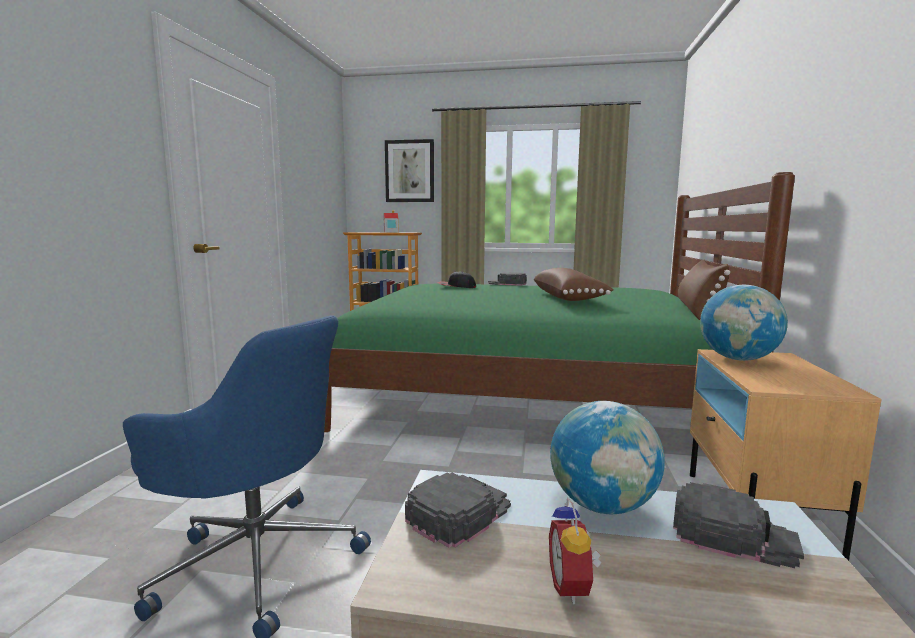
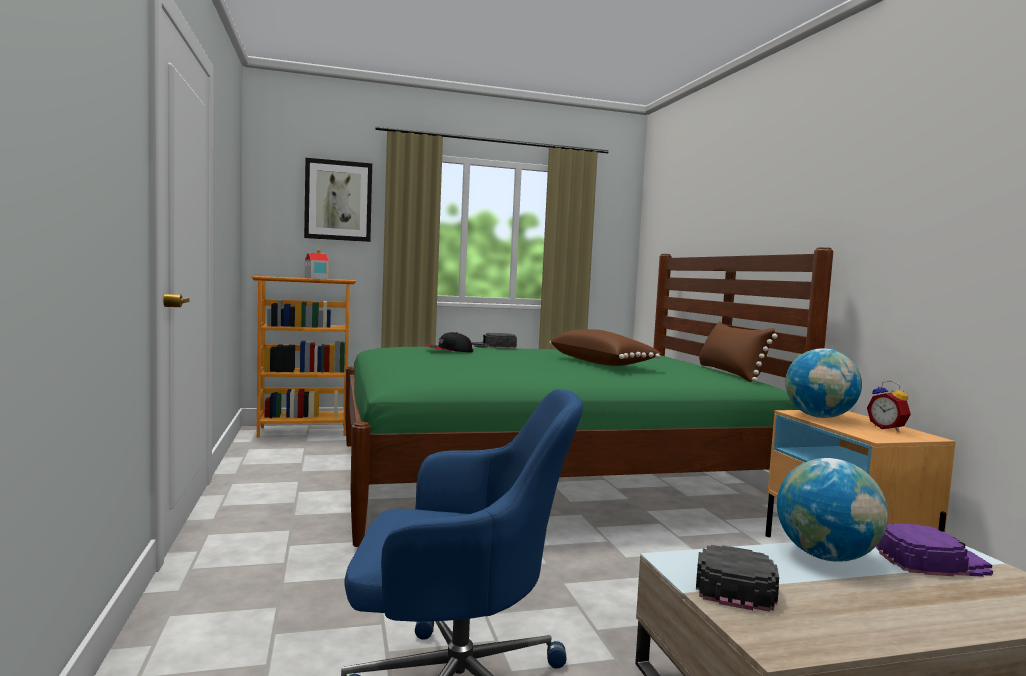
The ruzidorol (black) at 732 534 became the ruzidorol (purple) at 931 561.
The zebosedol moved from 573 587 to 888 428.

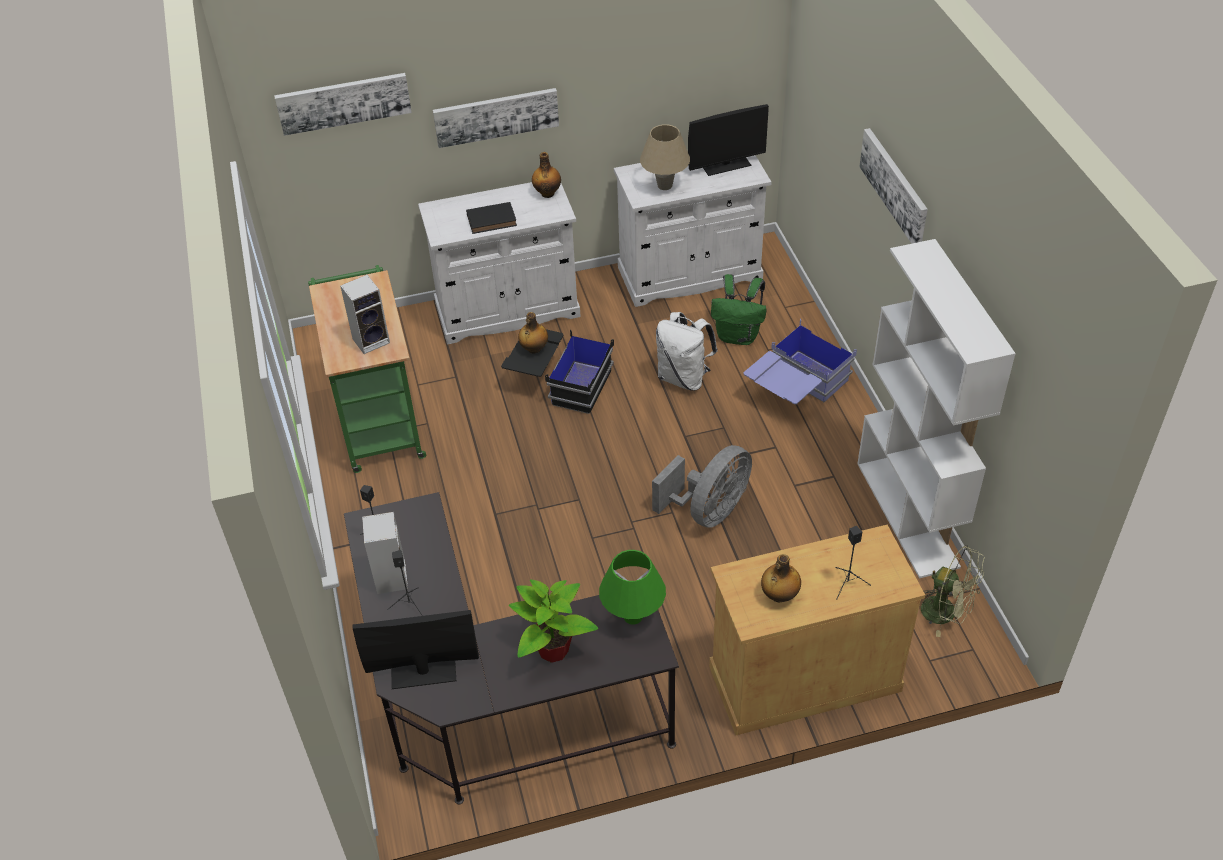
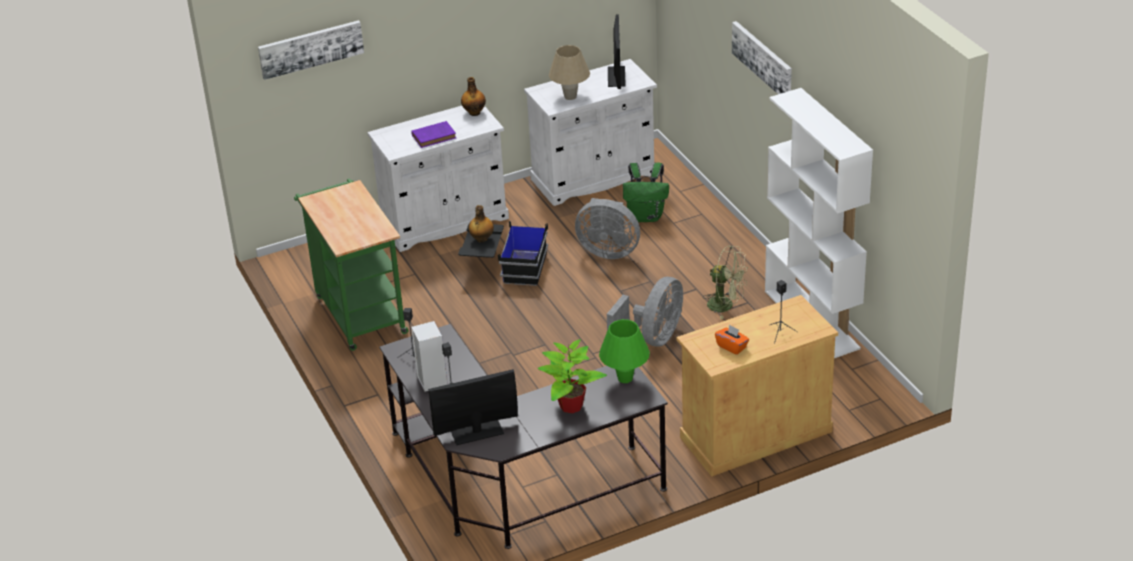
The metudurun at 496 116 disappeared.
The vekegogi at 725 165 turned 60 degrees counterclockwise.
The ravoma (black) at 493 220 became the ravoma (purple) at 435 136.
The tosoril at 372 340 disappeared.
The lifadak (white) at 684 377 was replaced by the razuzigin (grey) at 608 251.
The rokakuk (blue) at 795 390 disappeared.
The razuzigin (green) moved from 946 613 to 726 305.
The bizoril at 779 596 was replaced by the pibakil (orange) at 732 347.

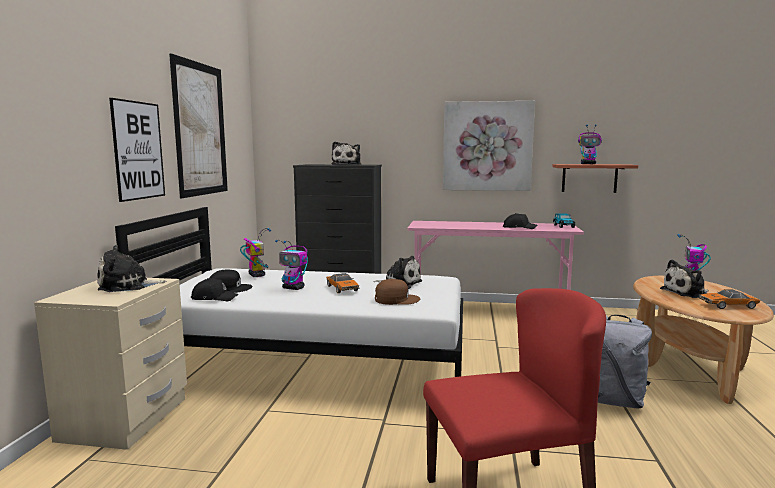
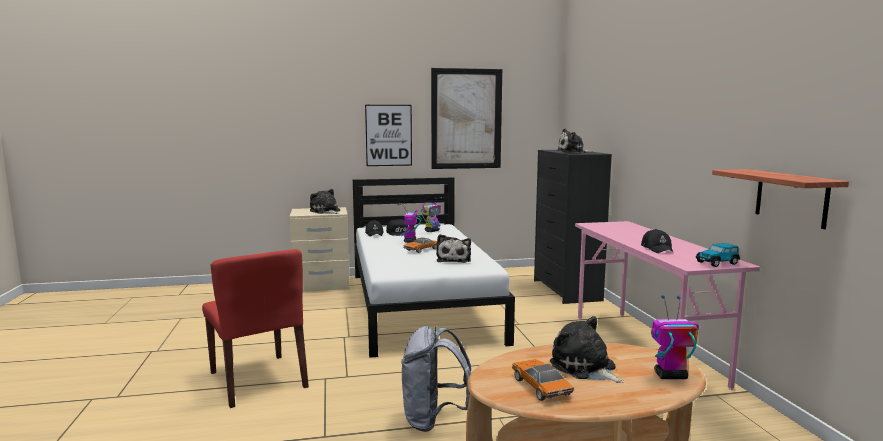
The metudurun at 487 146 disappeared.
The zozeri at 588 164 disappeared.
The ruzidorol (brown) at 396 299 disappeared.

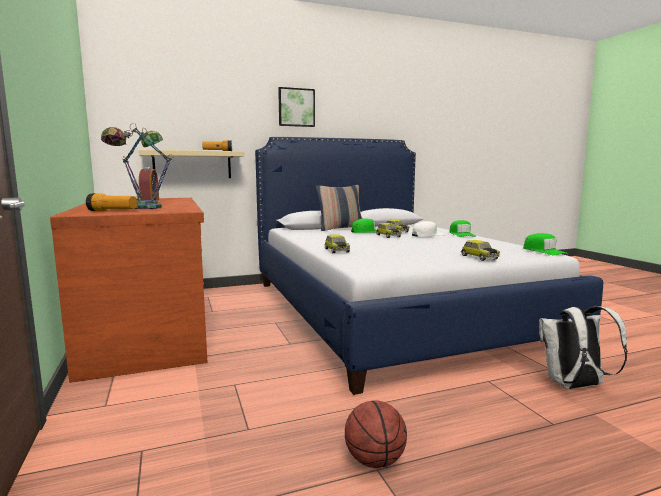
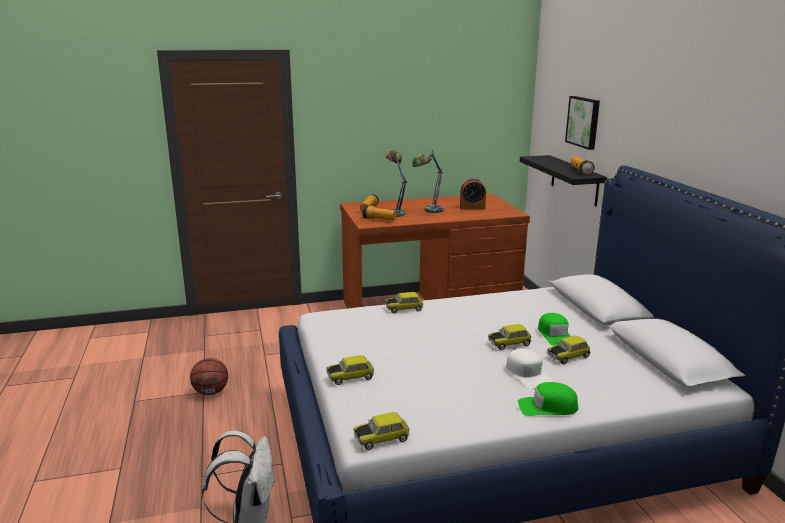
The metudurun moved from 296 107 to 584 122.
The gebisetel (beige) at 192 165 became the gebisetel (black) at 574 180.
The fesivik at 340 229 disappeared.
The ruzidorol (green) at 544 251 was replaced by the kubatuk at 381 438.
The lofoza at 379 219 appeared.

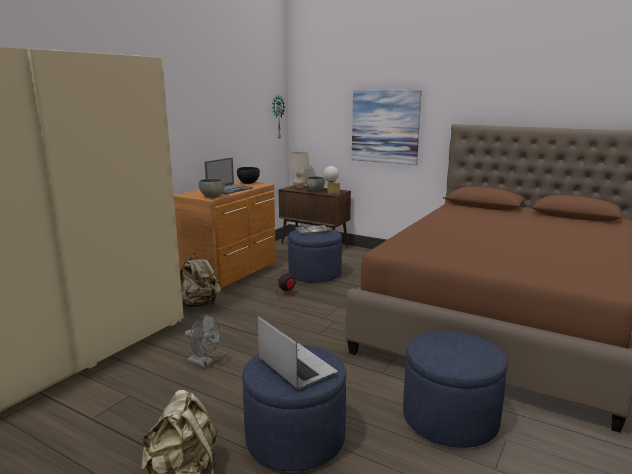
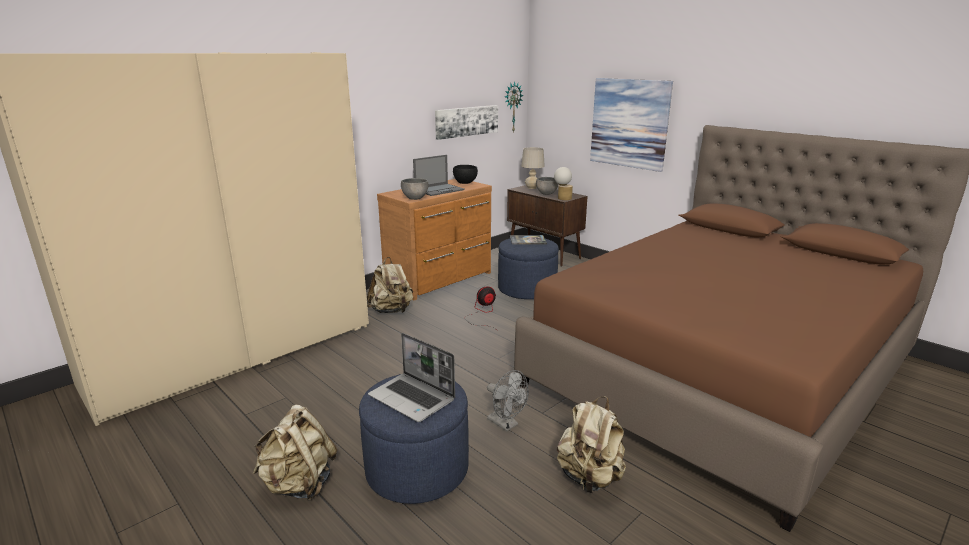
The razuzigin (grey) moved from 204 363 to 506 424.
The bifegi at 295 367 turned 150 degrees clockwise.
The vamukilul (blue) at 450 419 was replaced by the lifadak (beige) at 590 477.
The metudurun at 466 121 appeared.

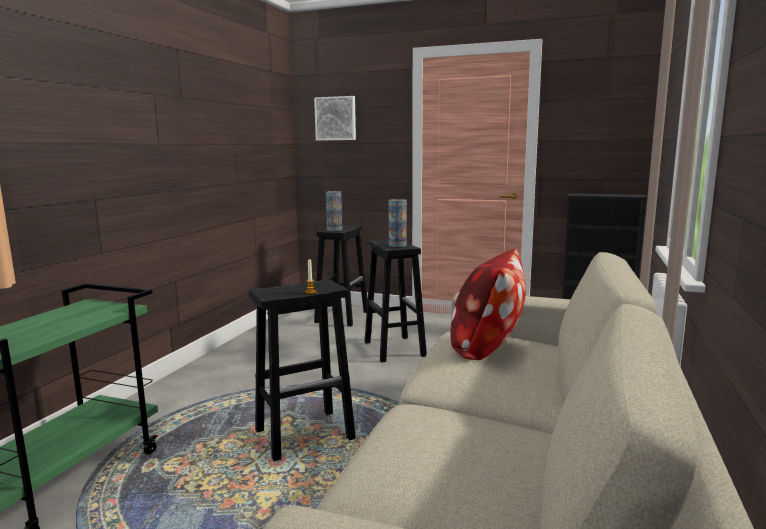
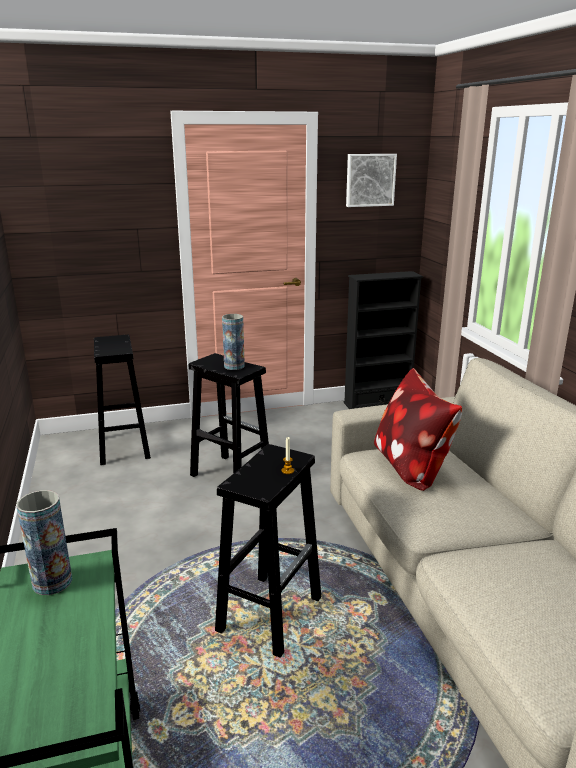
The metudurun moved from 336 118 to 370 180.
The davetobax moved from 334 230 to 52 582.

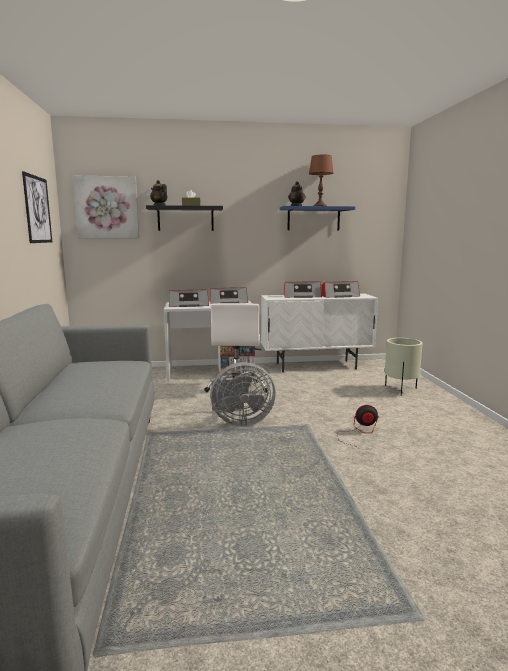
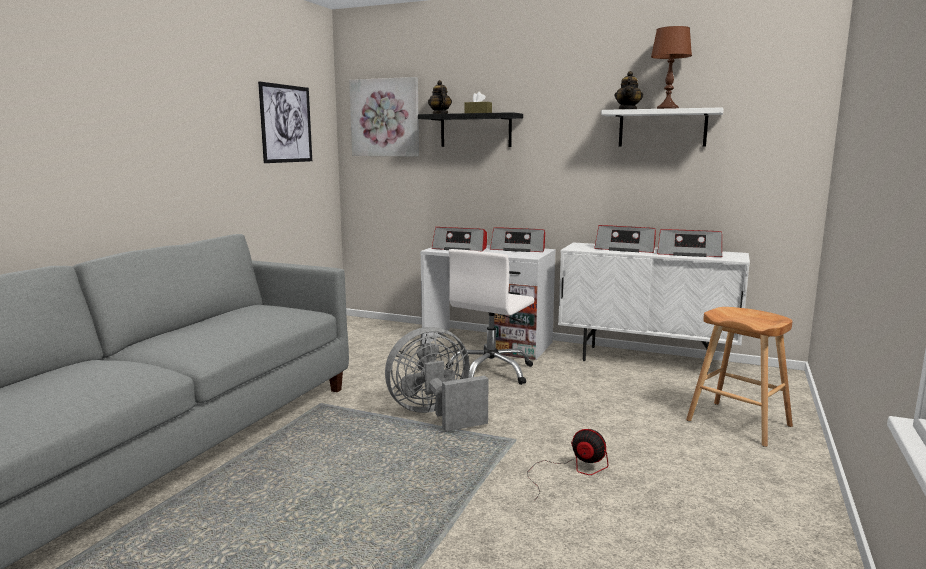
The gebisetel (blue) at 313 218 became the gebisetel (white) at 662 128.
The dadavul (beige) at 400 390 was replaced by the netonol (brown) at 738 423.
The razuzigin (grey) at 239 421 turned 135 degrees clockwise.

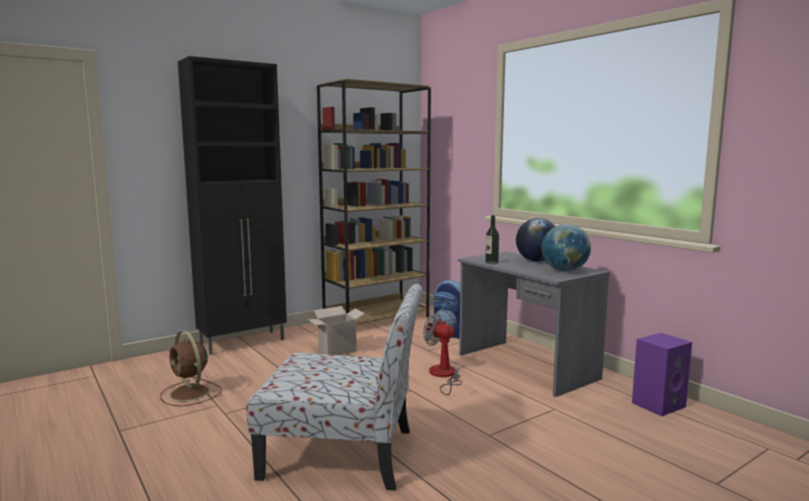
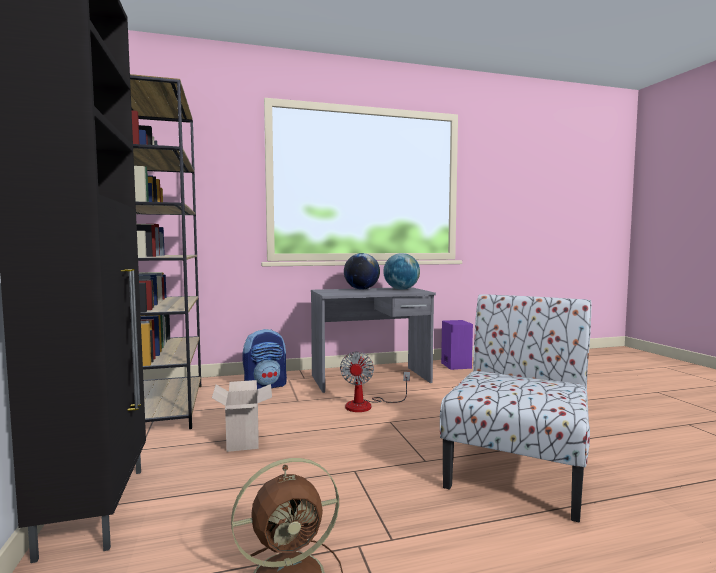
The bizoril at 491 262 disappeared.
The razuzigin at 444 376 turned 45 degrees counterclockwise.

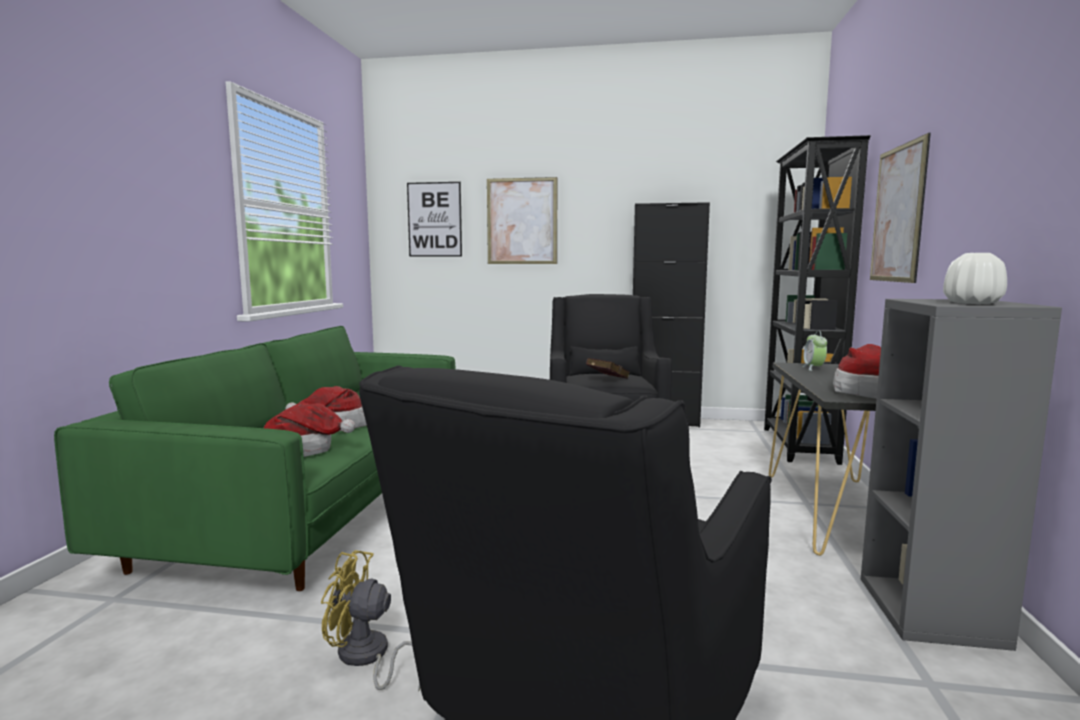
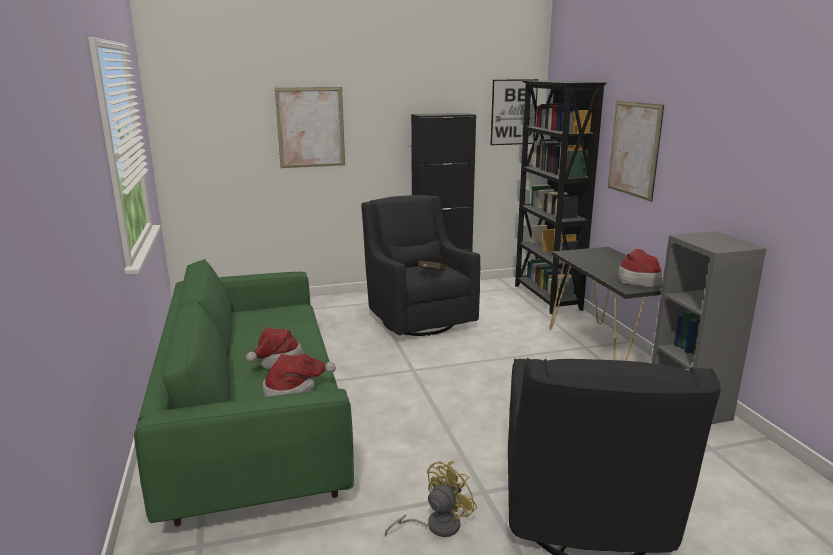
The metudurun moved from 434 219 to 513 112.
The davetobax (white) at 972 303 disappeared.
The zebosedol at 813 368 disappeared.
The razuzigin (yellow) at 366 658 turned 150 degrees clockwise.

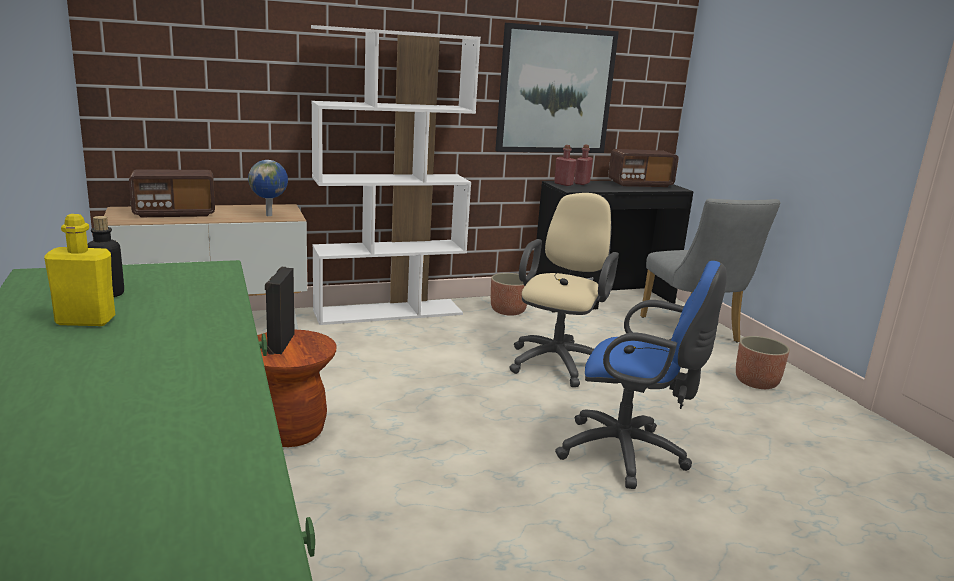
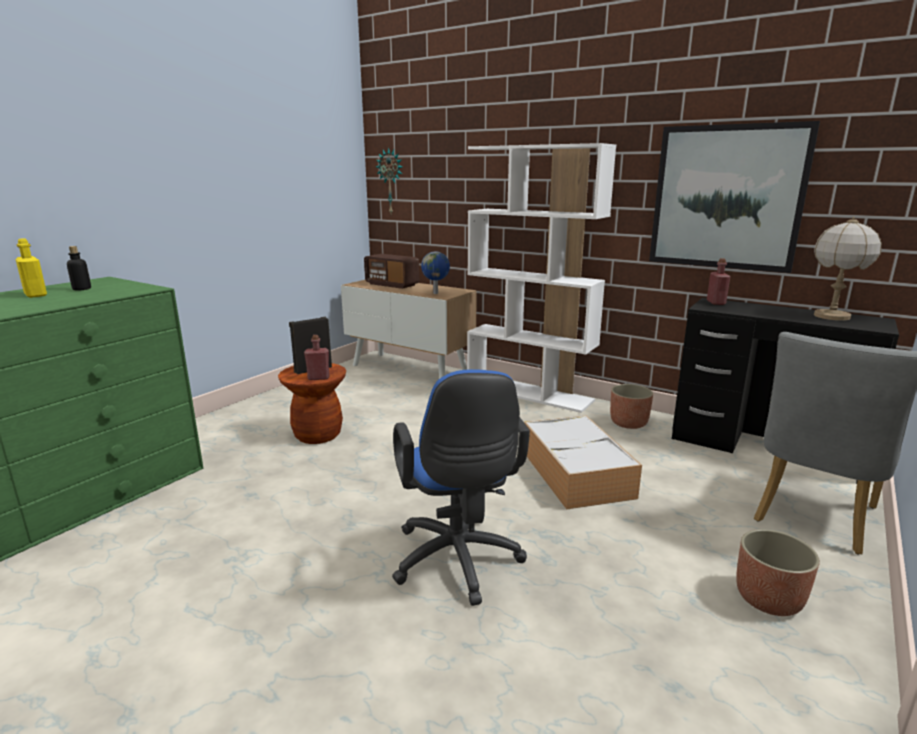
The bizoril (red) moved from 581 183 to 318 378.
The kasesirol at 640 184 was replaced by the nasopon at 832 316.
The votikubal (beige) at 558 361 was replaced by the rokakuk at 577 474.
The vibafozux at 391 181 appeared.

